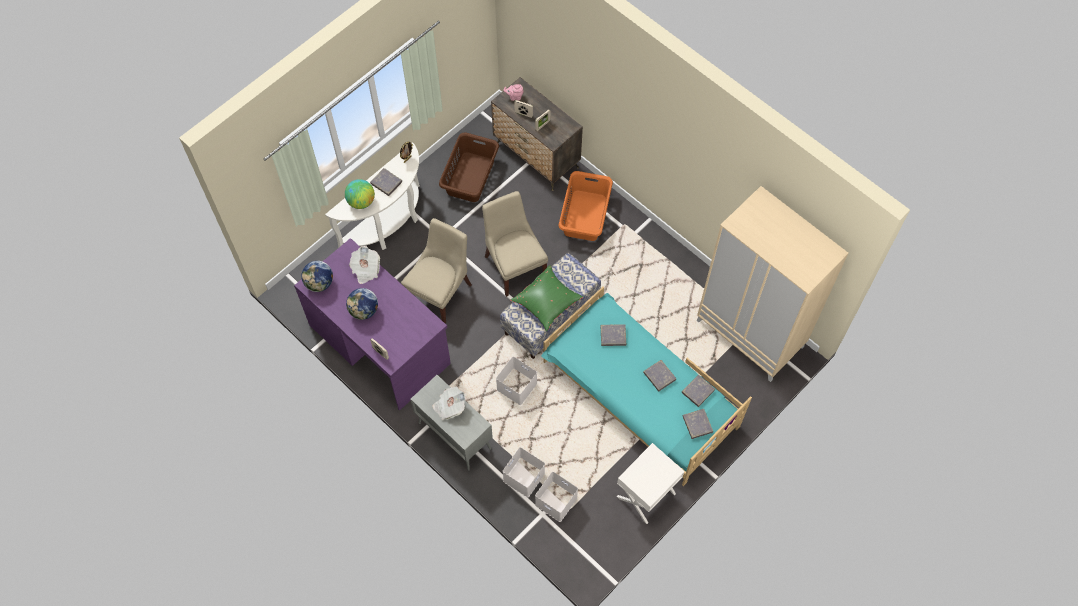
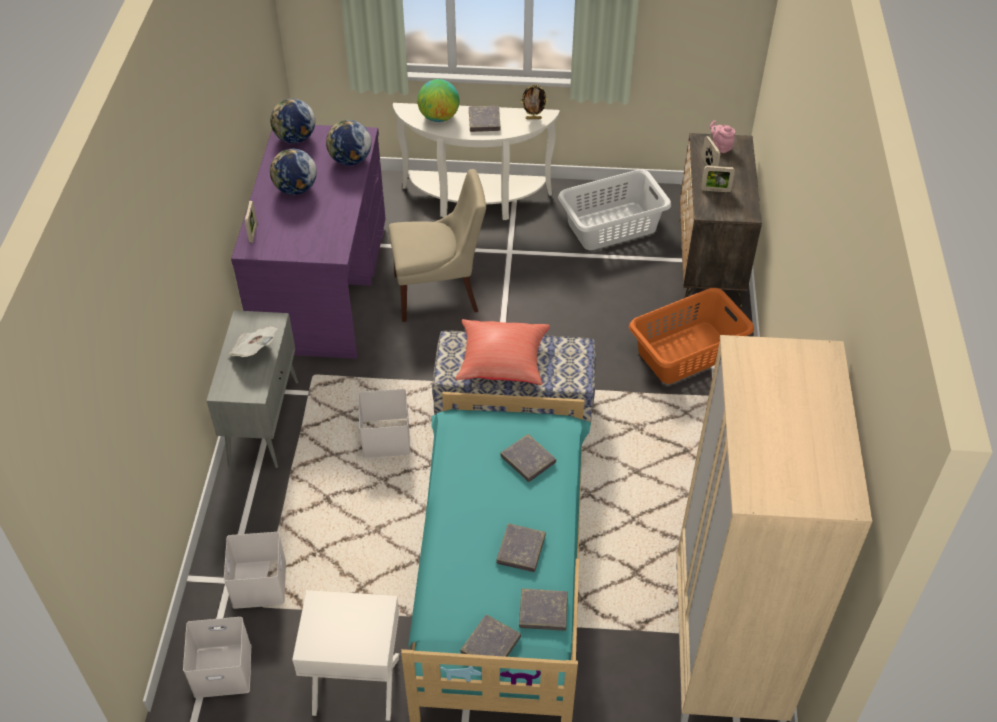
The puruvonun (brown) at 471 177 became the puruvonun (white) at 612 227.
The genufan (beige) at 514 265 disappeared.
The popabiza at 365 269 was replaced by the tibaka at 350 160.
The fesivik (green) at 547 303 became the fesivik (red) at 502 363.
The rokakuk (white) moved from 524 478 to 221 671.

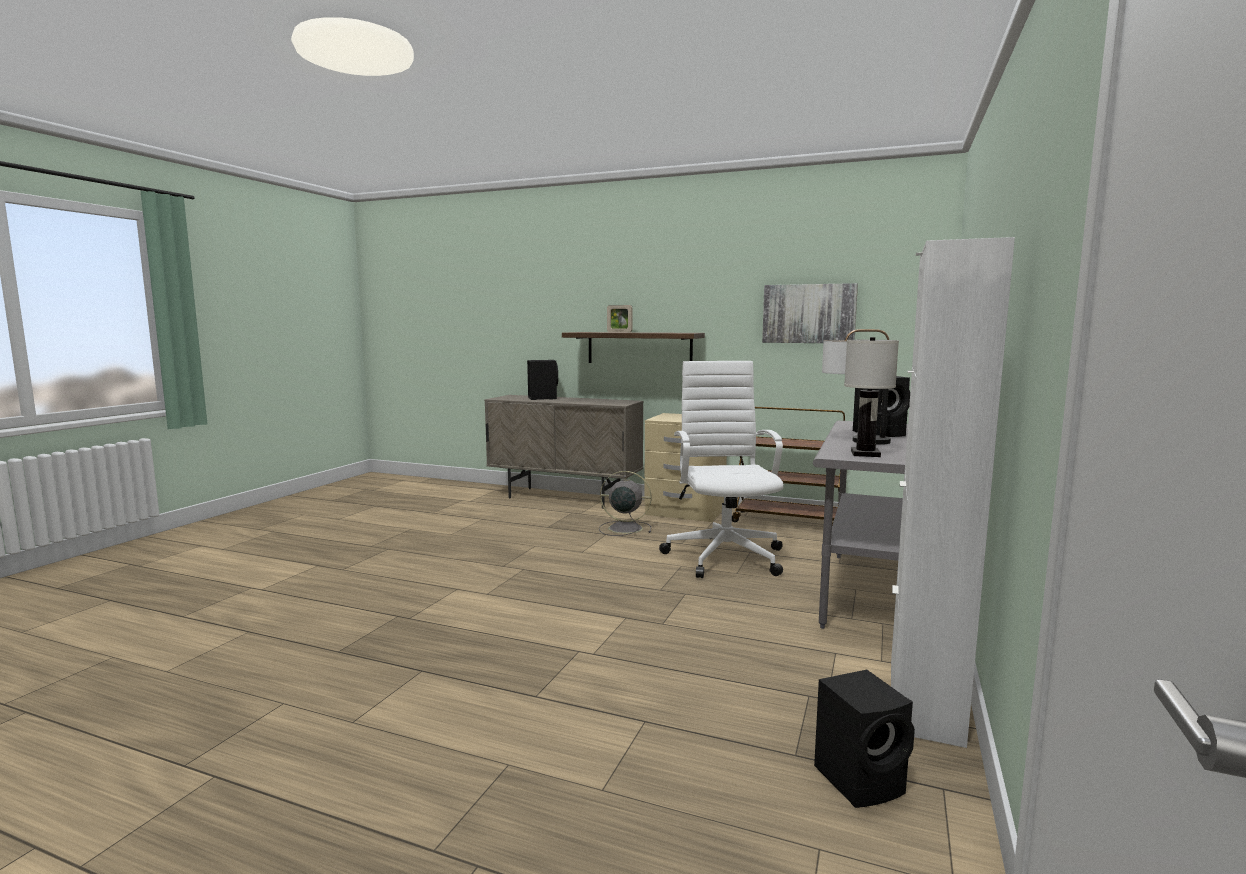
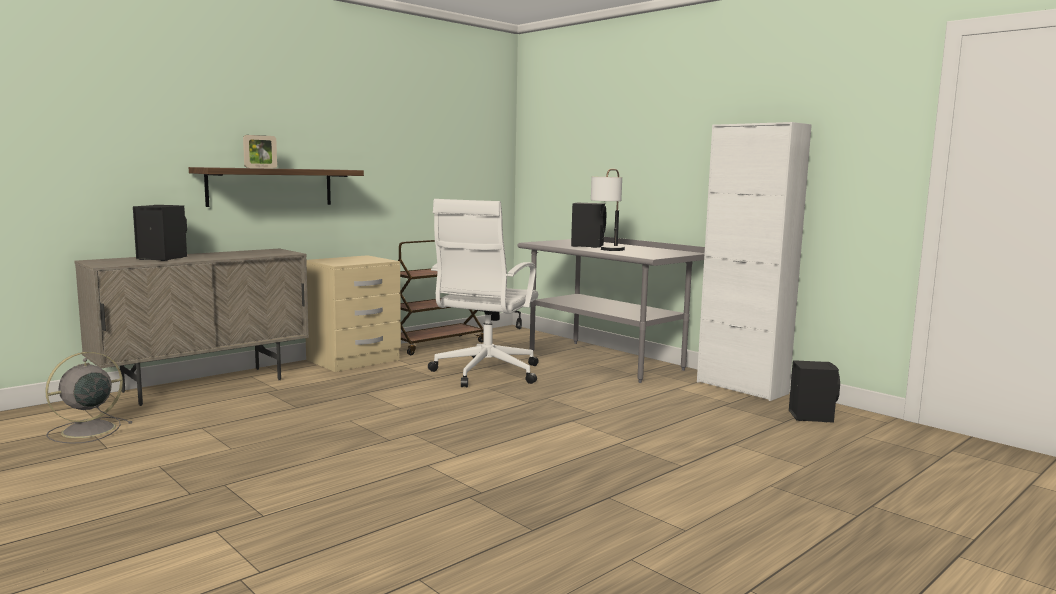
The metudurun at 809 313 disappeared.
The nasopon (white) at 865 454 disappeared.
The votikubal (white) at 724 556 turned 90 degrees counterclockwise.
The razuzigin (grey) moved from 623 528 to 86 430.

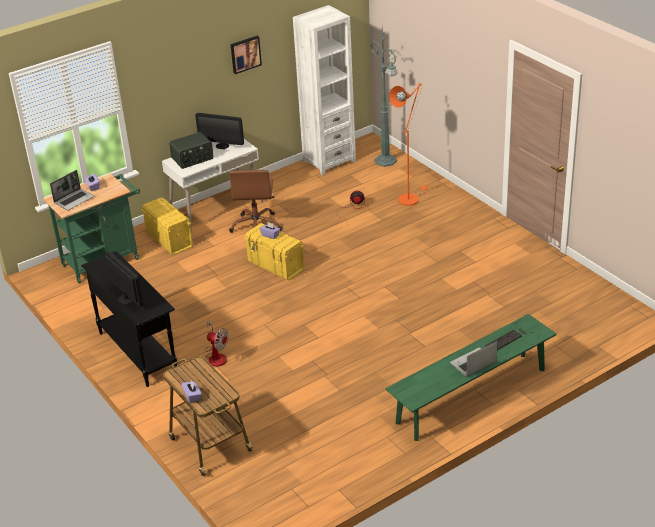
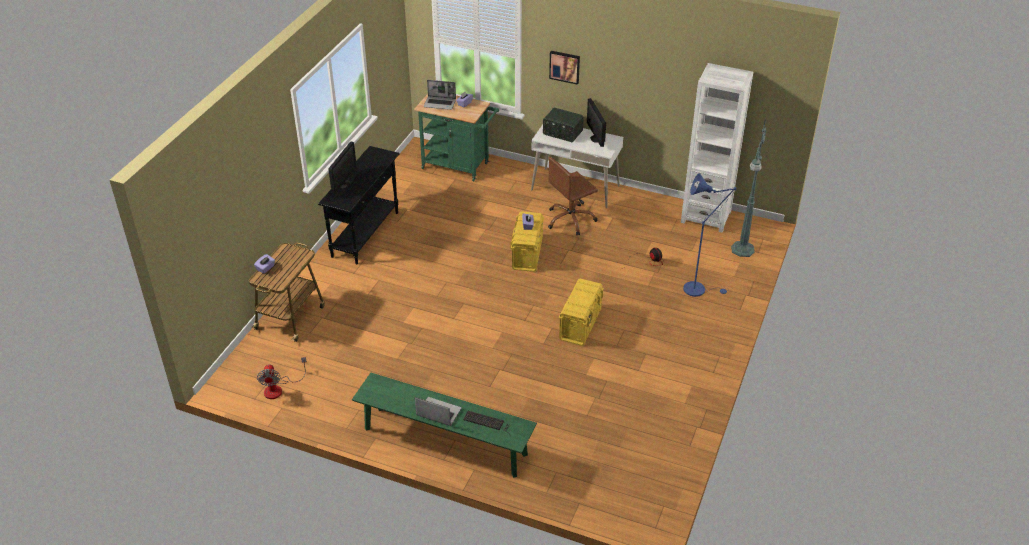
The metudurun moved from 245 54 to 565 66.
The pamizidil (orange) at 410 198 became the pamizidil (blue) at 698 289.
The rokakuk (yellow) moved from 169 239 to 580 324.
The razuzigin moved from 216 356 to 279 388.

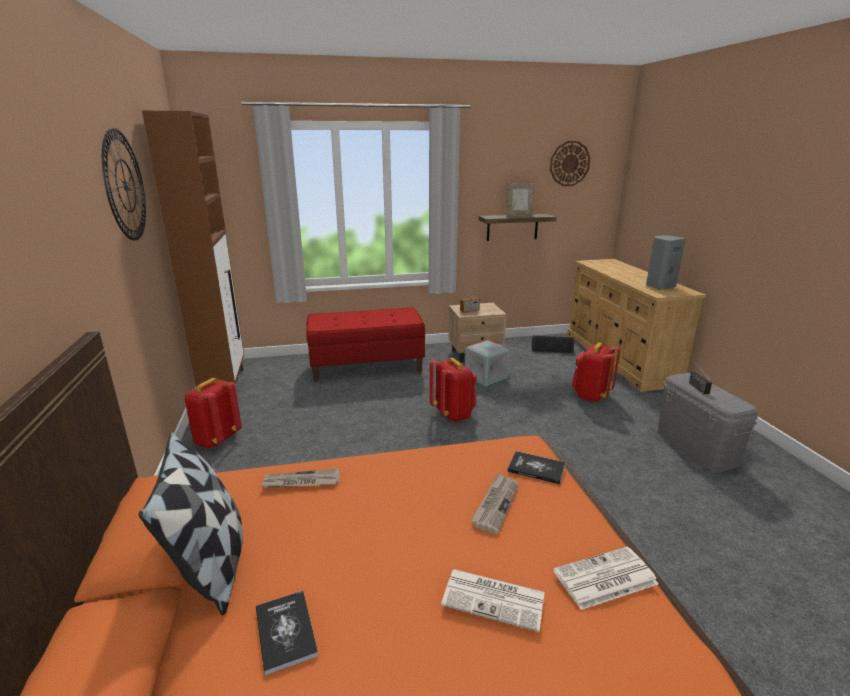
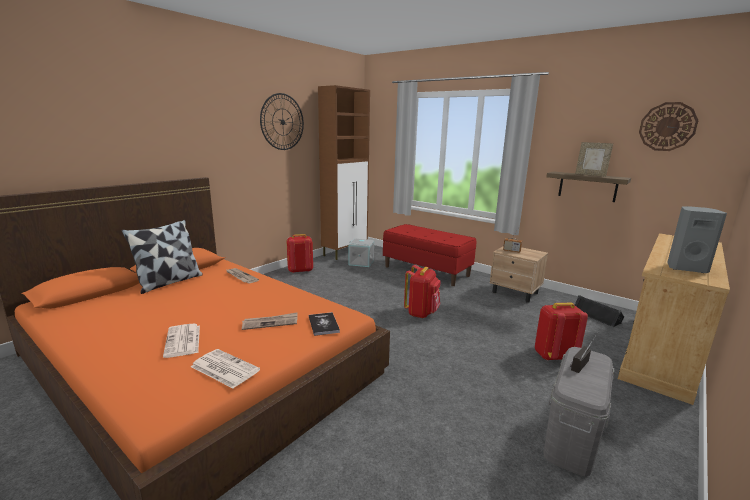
The rokakuk (grey) moved from 485 376 to 361 262.
The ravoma at 285 631 disappeared.

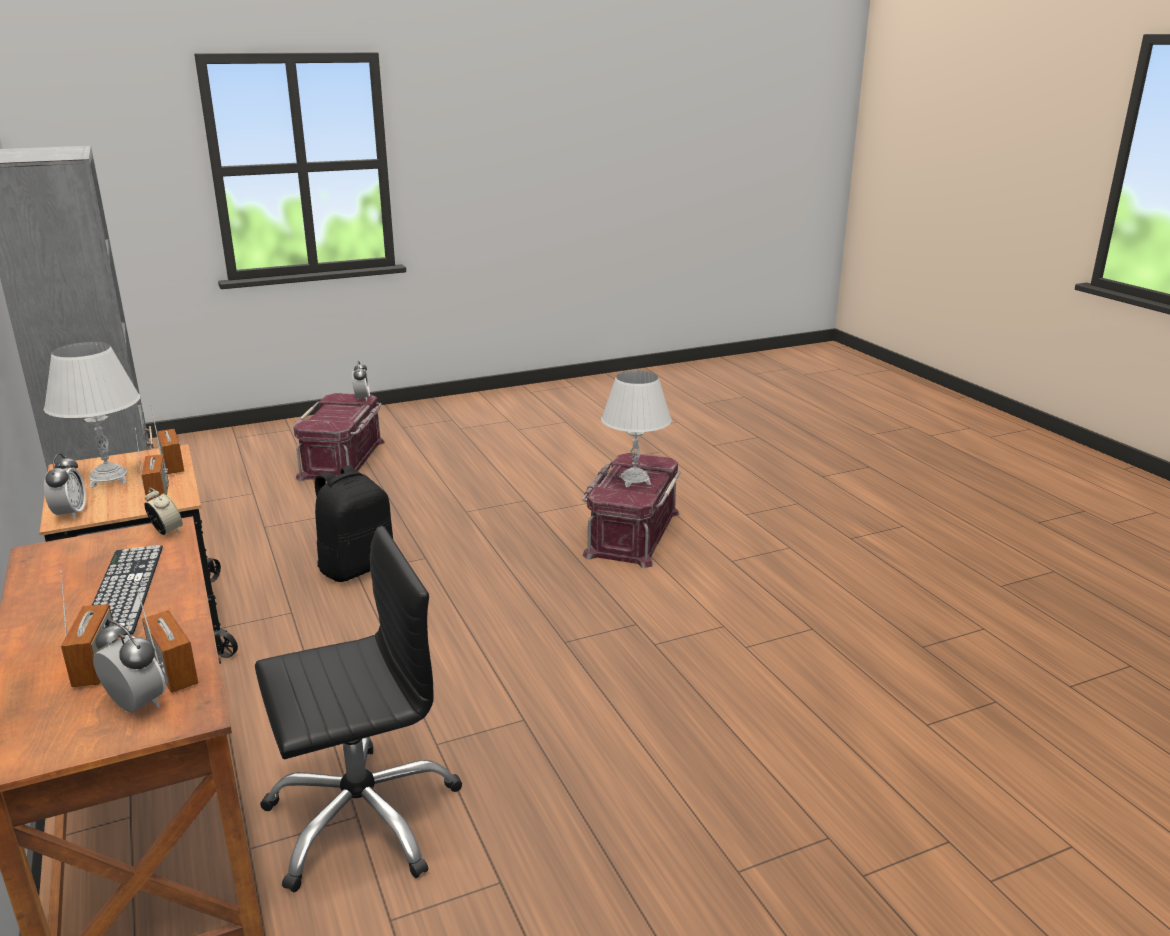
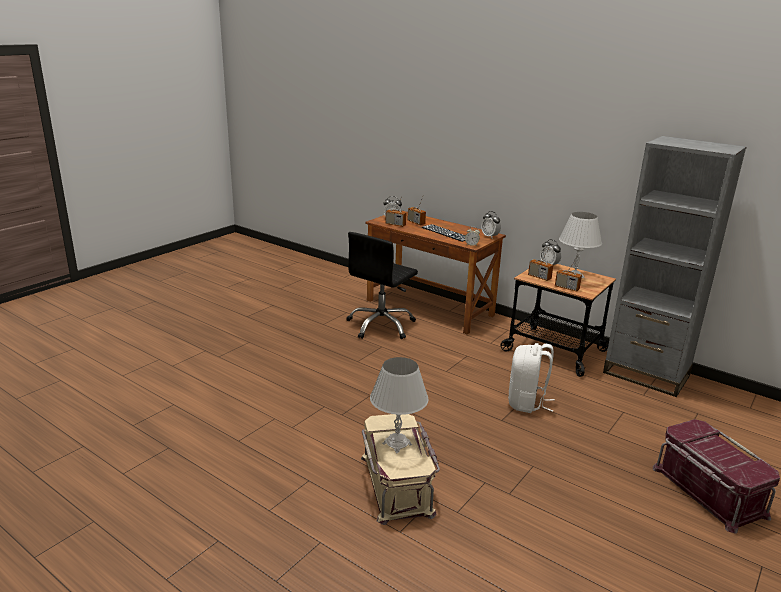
The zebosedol moved from 362 398 to 490 236.
The rokakuk (red) at 631 533 became the rokakuk (beige) at 398 484.
The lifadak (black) at 356 567 became the lifadak (white) at 527 403.

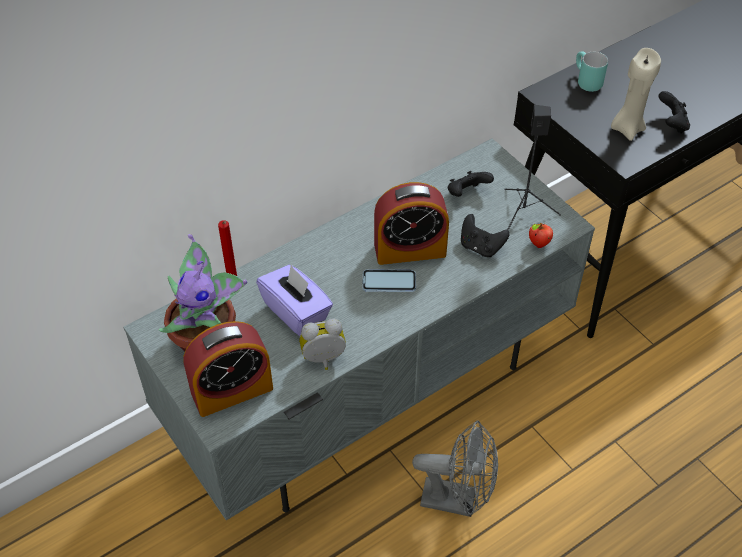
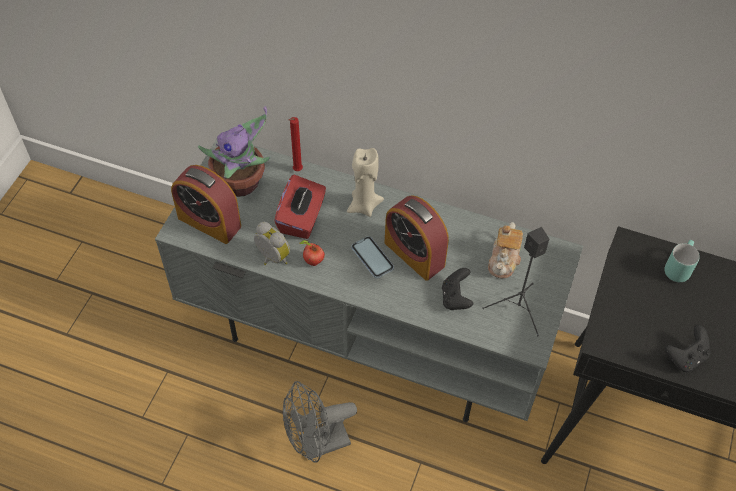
The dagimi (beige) moved from 627 128 to 364 206.
The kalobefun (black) at 466 193 was replaced by the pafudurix at 504 260.
The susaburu moved from 538 244 to 312 261.
The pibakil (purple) at 296 311 became the pibakil (red) at 302 219.
The razuzigin (grey) at 457 500 turned 90 degrees clockwise.

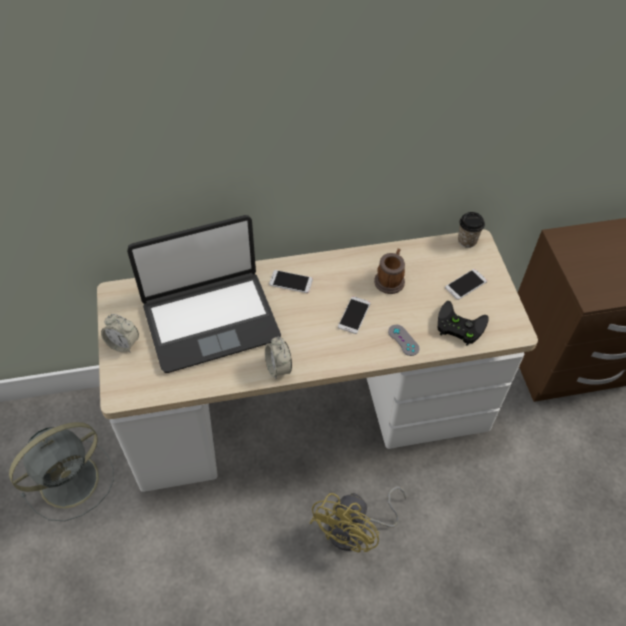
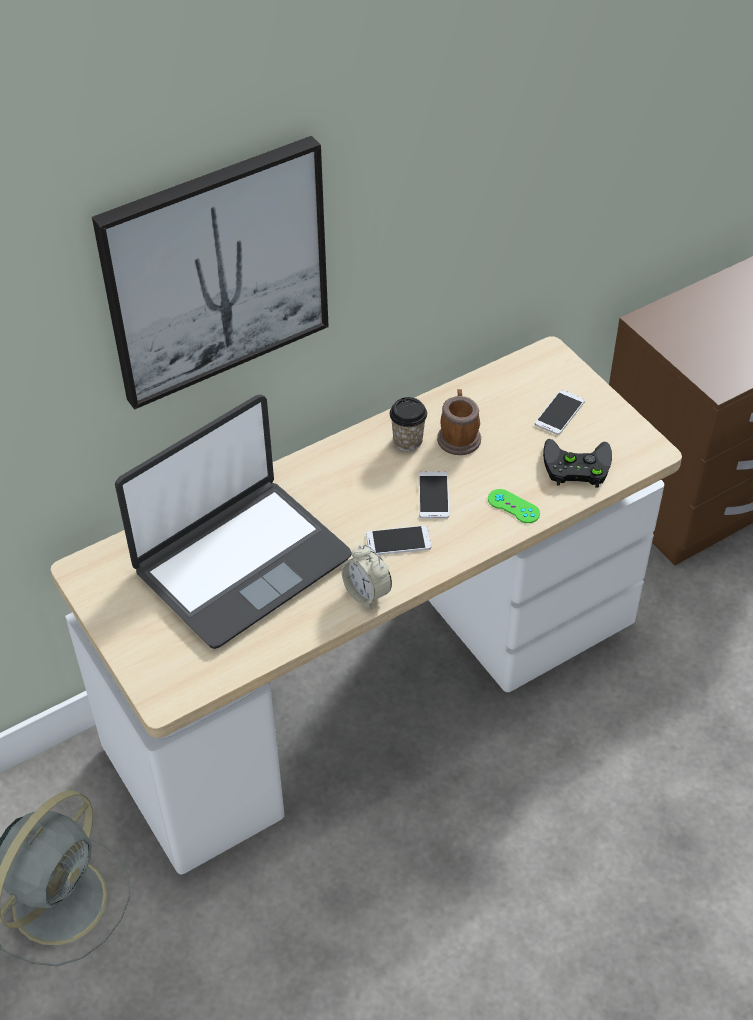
The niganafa moved from 467 241 to 408 441.
The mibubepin moved from 291 282 to 398 541.
The zebosedol at 123 344 disappeared.
The kalobefun (grey) at 403 340 became the kalobefun (green) at 513 506.
The razuzigin (yellow) at 356 531 disappeared.
The metudurun at 216 271 appeared.

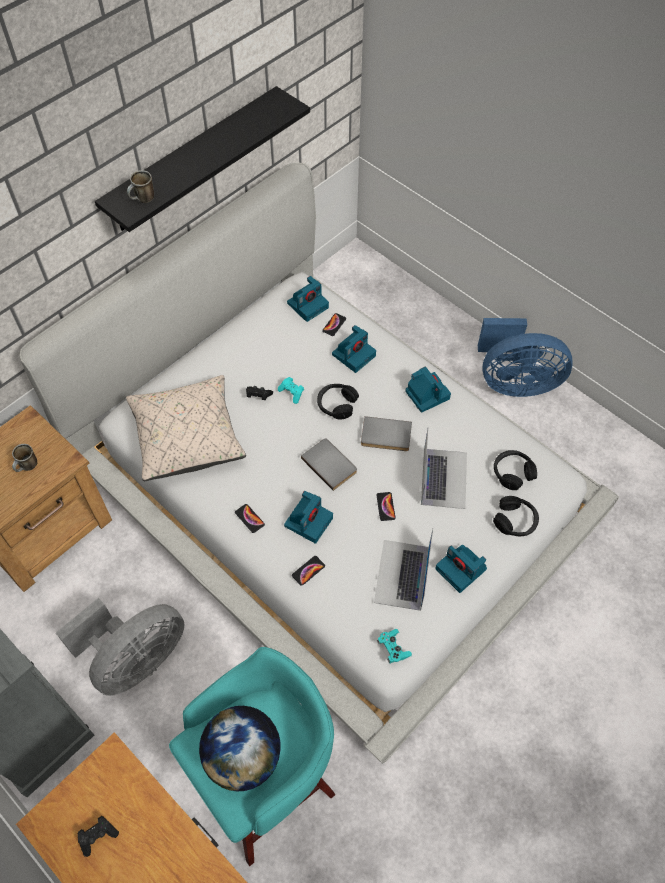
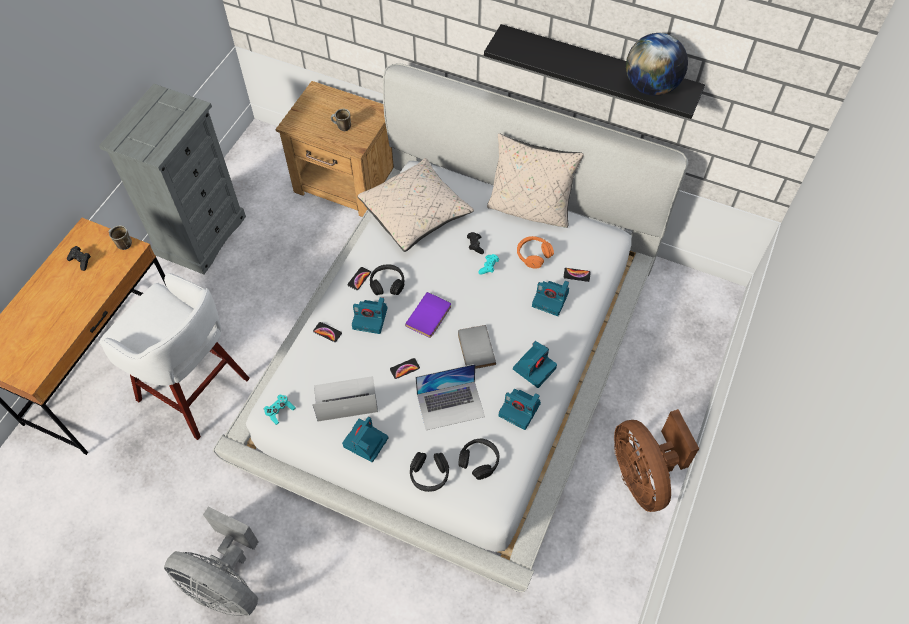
The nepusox moved from 143 200 to 122 244.
The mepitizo moved from 308 305 to 520 410.
The razuzigin (blue) at 514 382 became the razuzigin (brown) at 642 475.
The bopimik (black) moved from 336 404 to 387 283.
The ravoma (grey) at 330 464 became the ravoma (purple) at 430 316.
The razuzigin (grey) moved from 136 659 to 226 583.
The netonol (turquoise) at 267 782 became the netonol (white) at 196 391.
The tibaka moved from 243 756 to 651 87.
The fesivik (beige) at 530 209 appeared.
The bopimik (orange) at 533 255 appeared.

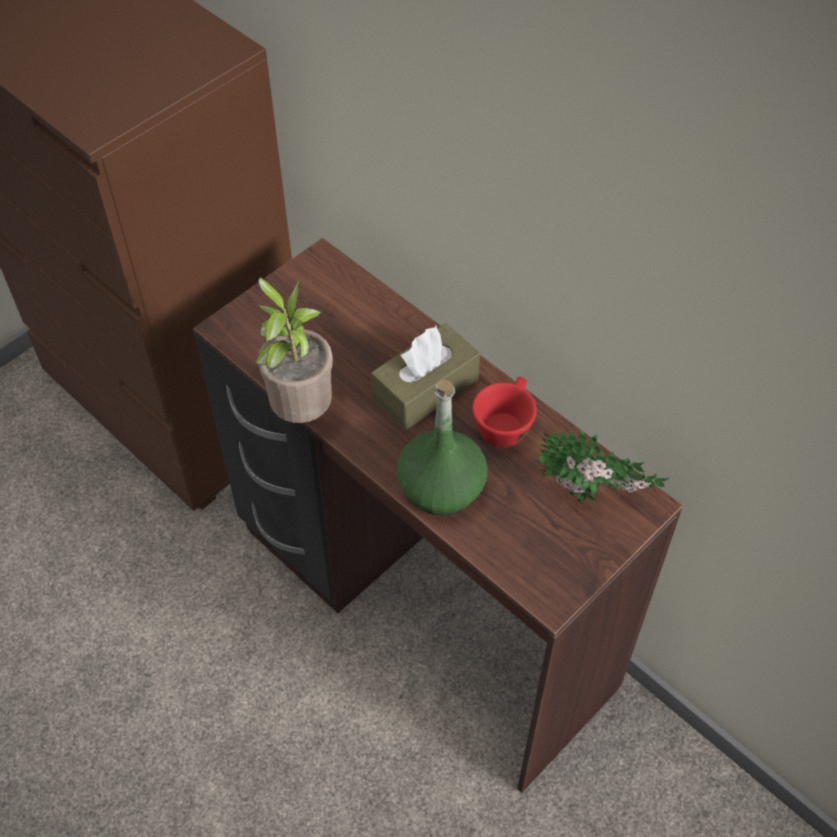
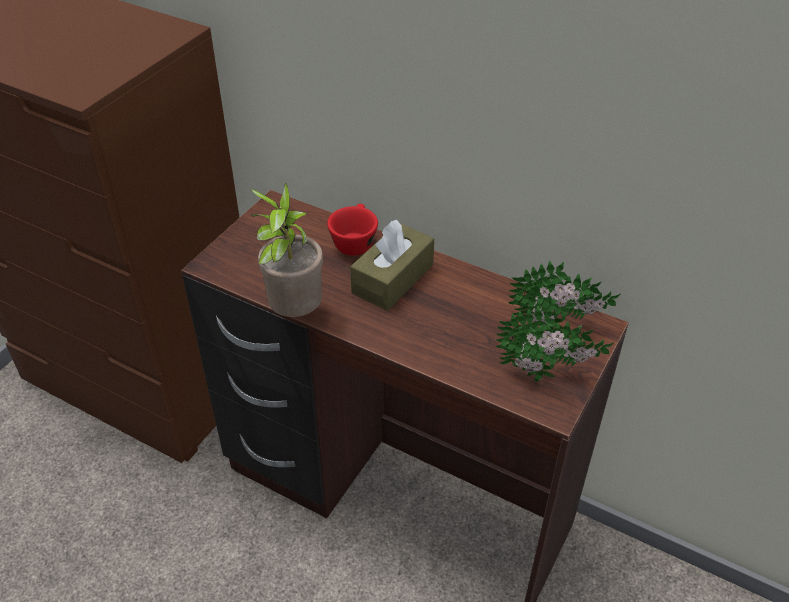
The niganafa (red) moved from 504 423 to 354 241.
The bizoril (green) at 441 487 disappeared.
The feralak at 547 377 appeared.

